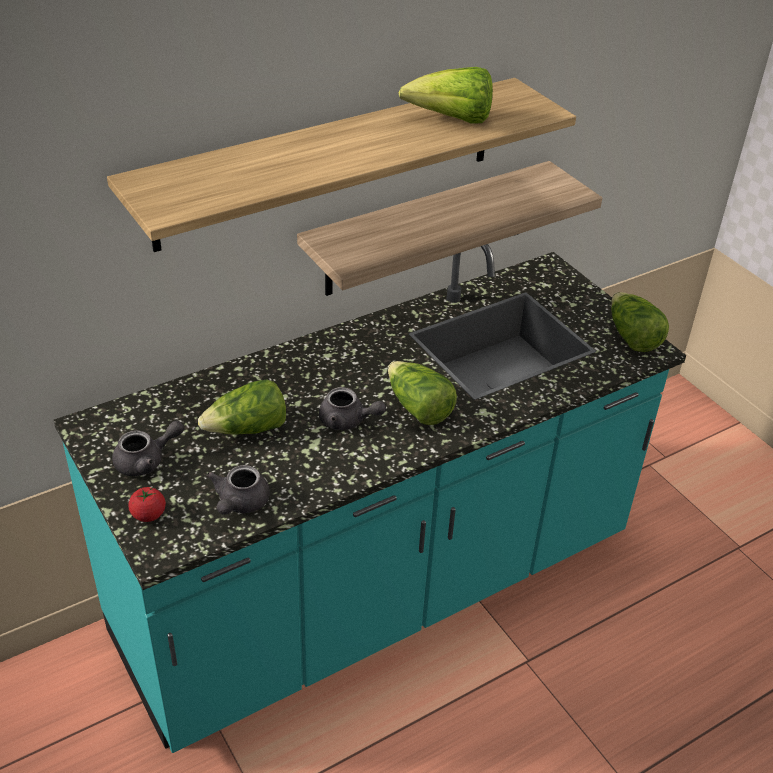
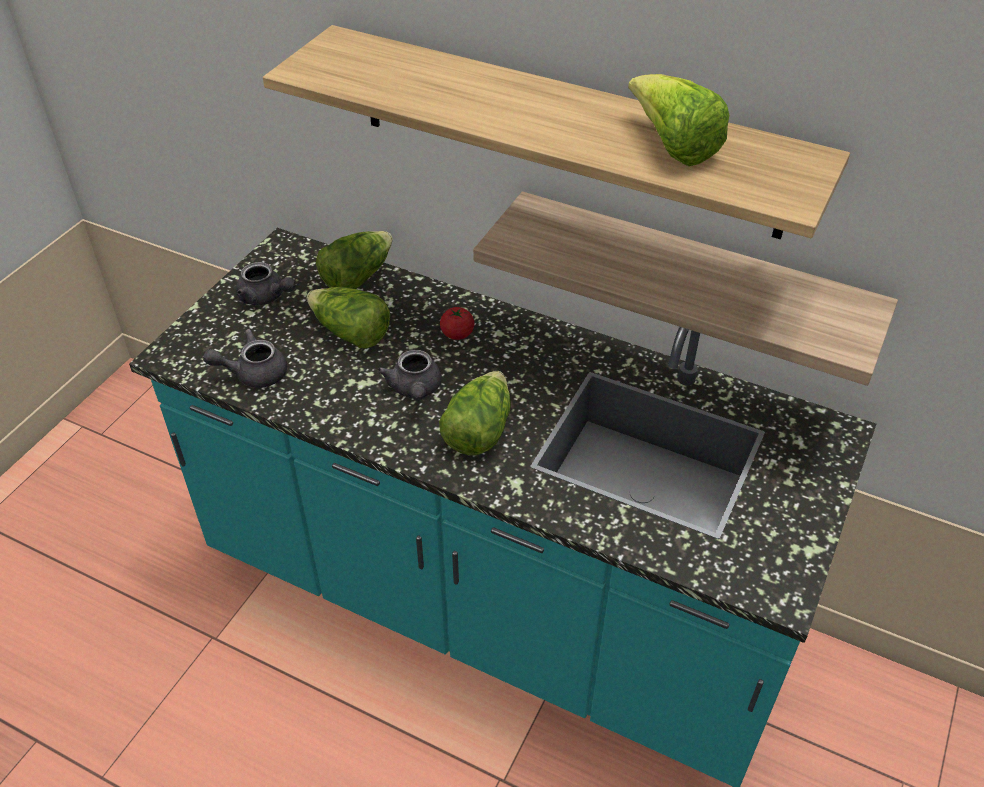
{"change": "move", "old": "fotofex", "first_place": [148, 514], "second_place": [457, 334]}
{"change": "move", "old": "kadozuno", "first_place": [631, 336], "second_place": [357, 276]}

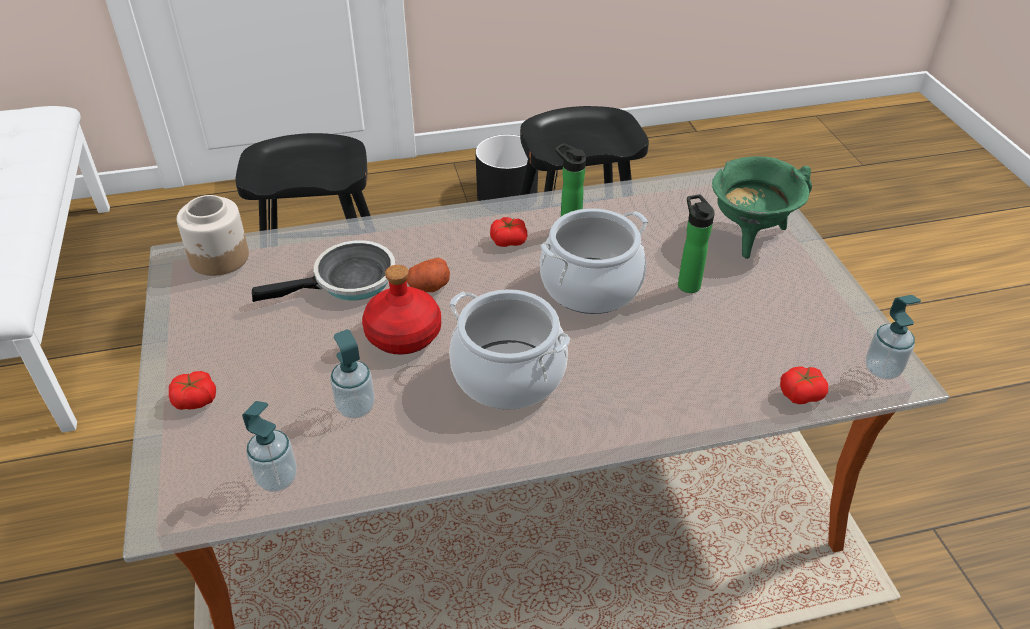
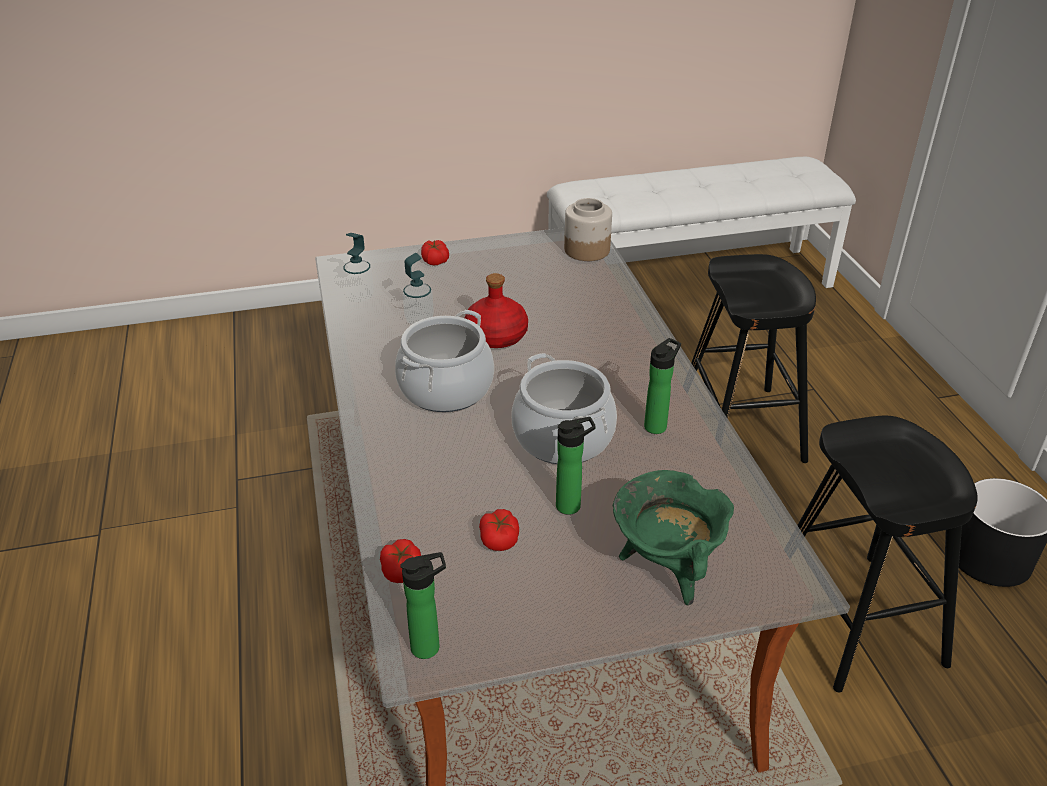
{"change": "delete", "old": "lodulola", "first_place": [348, 282]}
{"change": "delete", "old": "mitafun", "first_place": [429, 287]}
{"change": "move", "old": "fotofex", "first_place": [508, 240], "second_place": [499, 539]}
{"change": "replace", "old": "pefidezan", "new": "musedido", "first_place": [882, 369], "second_place": [430, 646]}

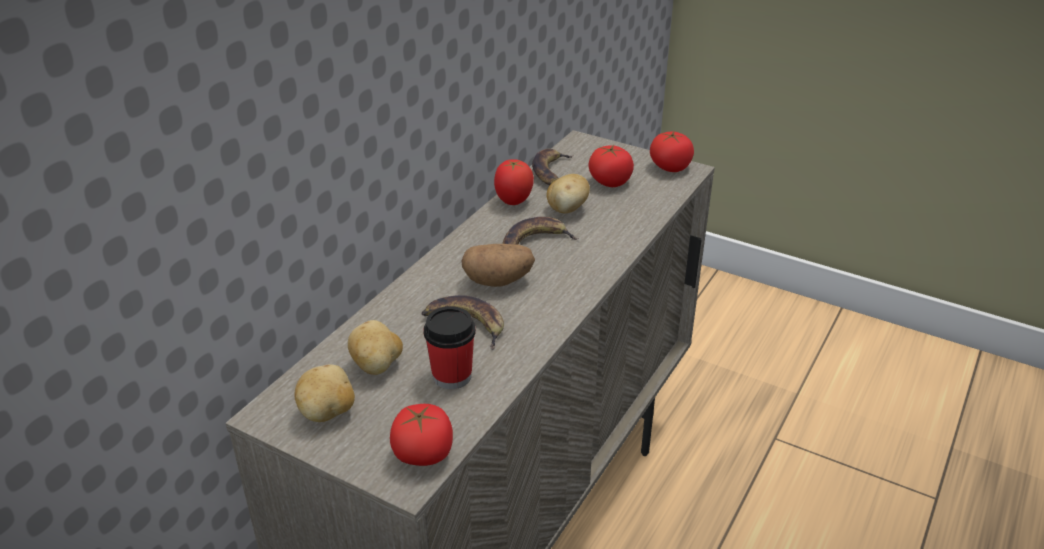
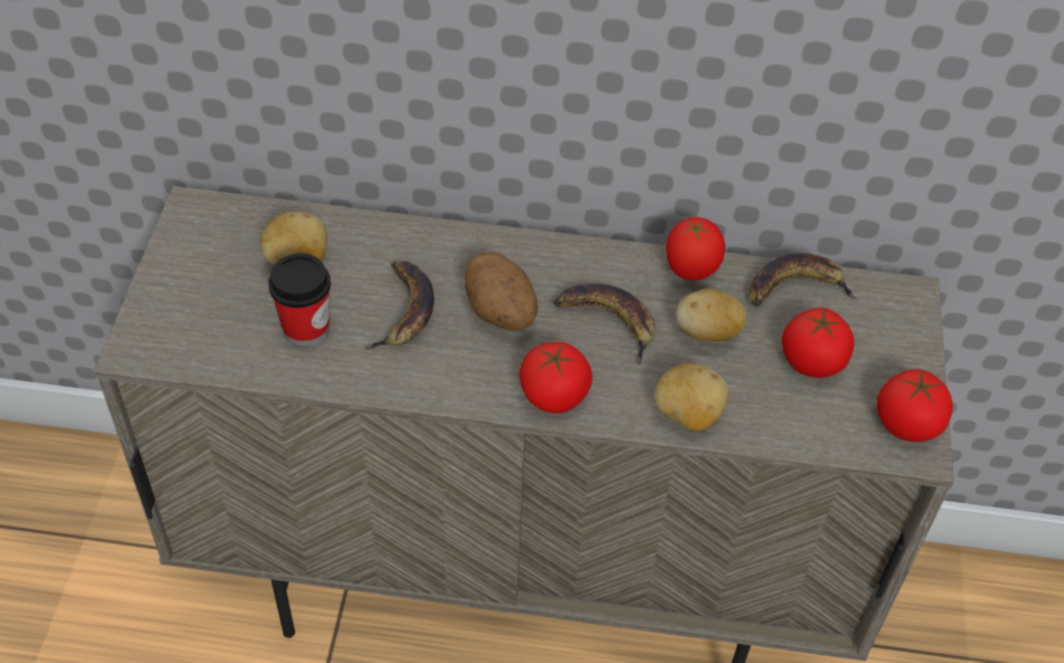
{"change": "move", "old": "mitafun", "first_place": [328, 413], "second_place": [687, 415]}
{"change": "move", "old": "fotofex", "first_place": [423, 454], "second_place": [554, 395]}

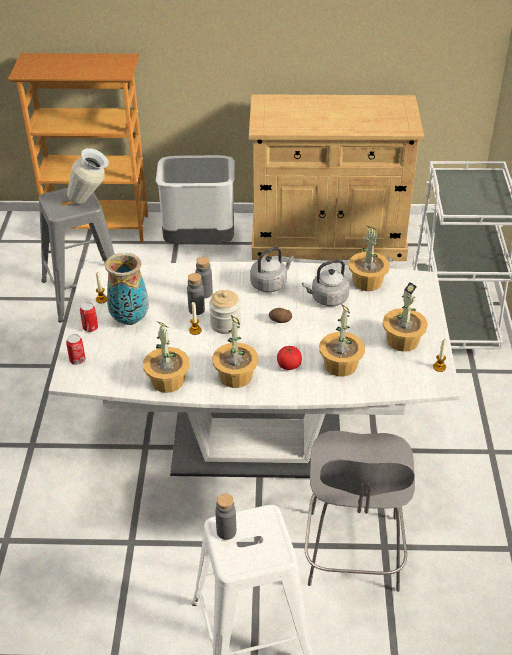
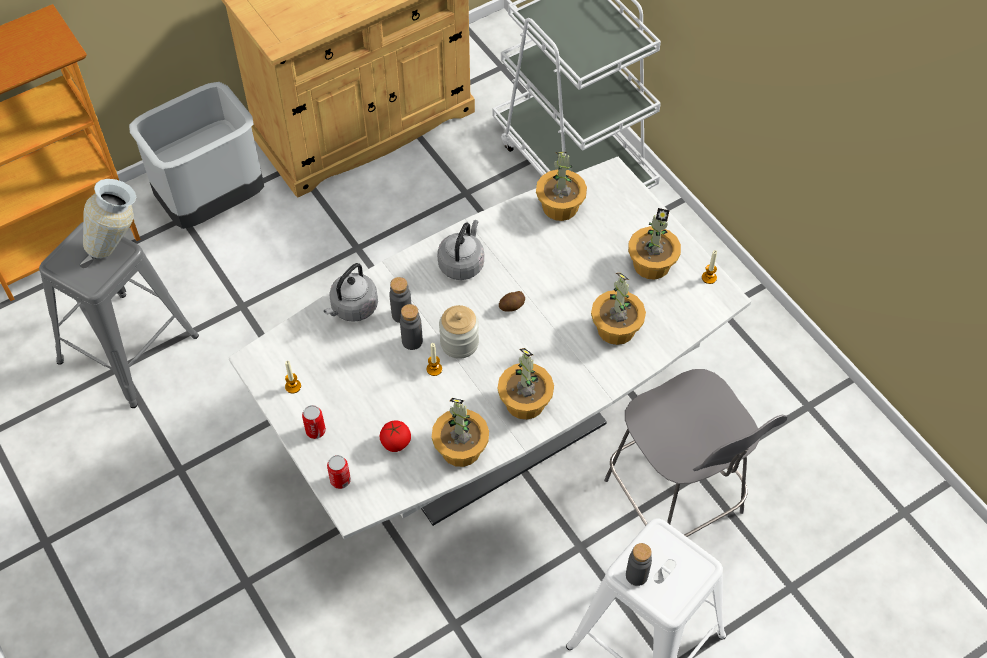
{"change": "delete", "old": "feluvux", "first_place": [129, 319]}
{"change": "move", "old": "fotofex", "first_place": [289, 365], "second_place": [395, 442]}
{"change": "move", "old": "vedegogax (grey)", "first_place": [327, 299], "second_place": [353, 308]}

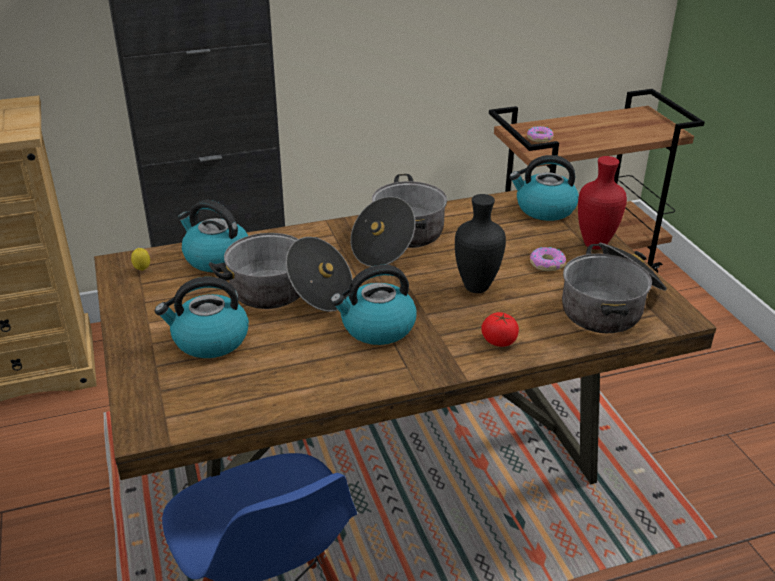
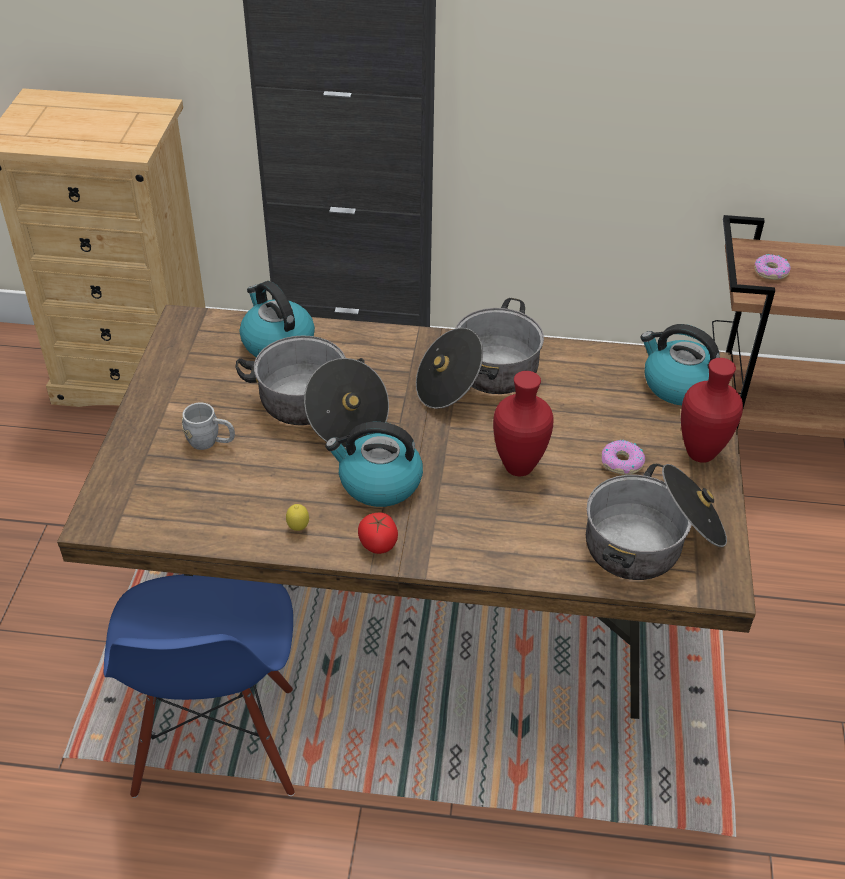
{"change": "move", "old": "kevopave", "first_place": [142, 270], "second_place": [298, 528]}
{"change": "move", "old": "fotofex", "first_place": [499, 341], "second_place": [378, 544]}
{"change": "replace", "old": "vedegogax", "new": "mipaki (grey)", "first_place": [209, 340], "second_place": [210, 442]}
{"change": "recolor", "old": "feluvux (black)", "new": "feluvux (red)", "first_place": [477, 286], "second_place": [520, 466]}

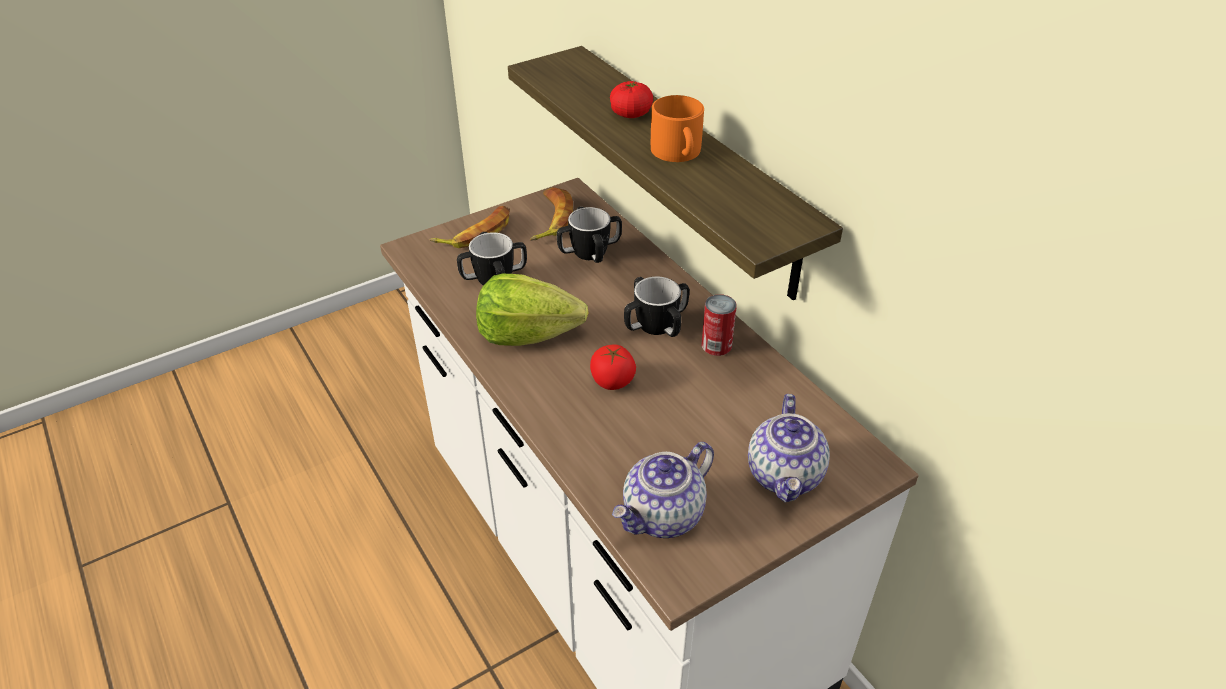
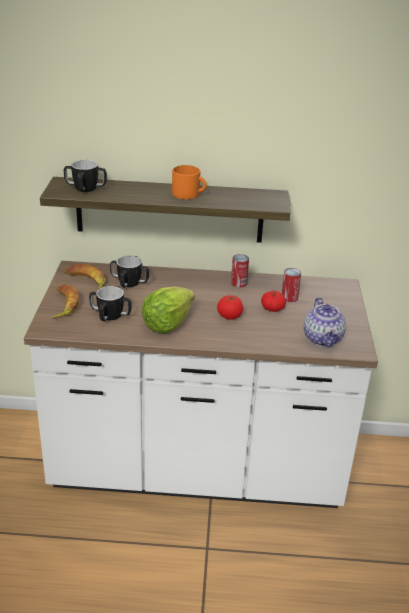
{"change": "delete", "old": "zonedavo", "first_place": [785, 475]}
{"change": "insert", "new": "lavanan", "second_place": [289, 297]}
{"change": "move", "old": "fotofex", "first_place": [631, 114], "second_place": [272, 309]}
{"change": "move", "old": "mipaki", "first_place": [656, 325], "second_place": [86, 188]}

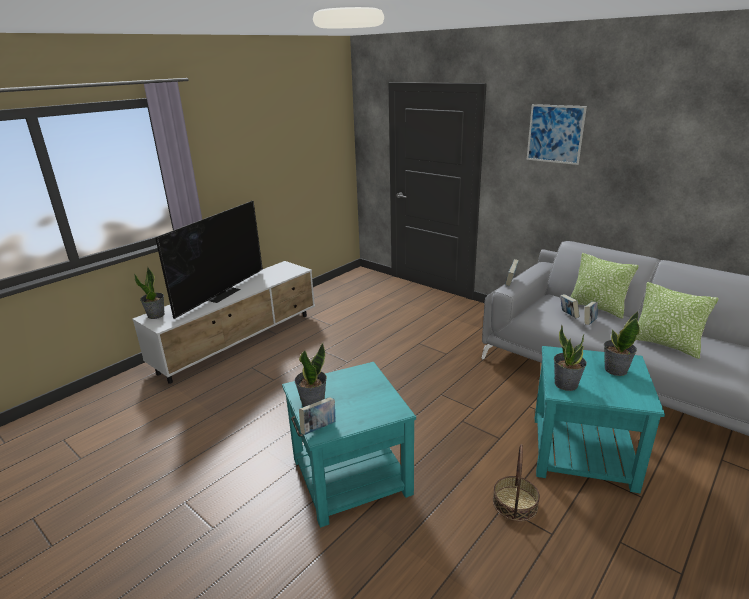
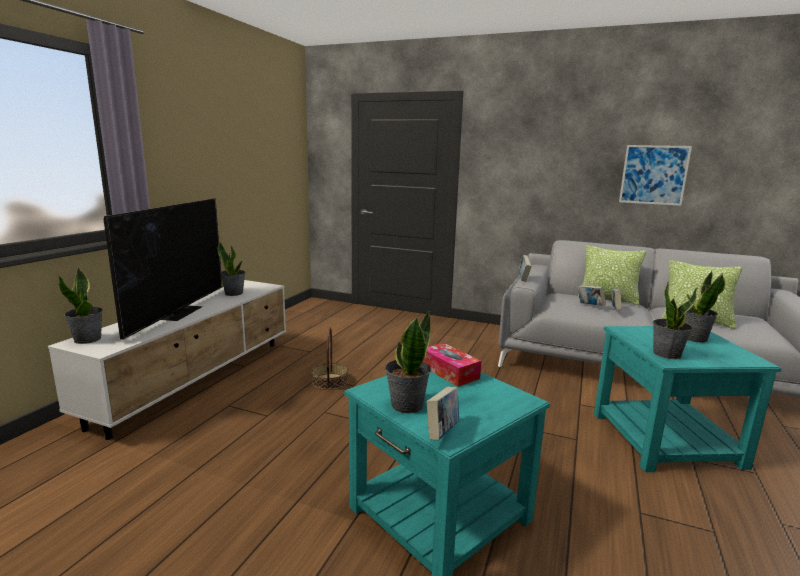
{"change": "insert", "new": "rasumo", "second_place": [234, 293]}
{"change": "insert", "new": "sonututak", "second_place": [449, 372]}
{"change": "move", "old": "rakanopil", "first_place": [515, 503], "second_place": [330, 381]}
{"change": "move", "old": "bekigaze", "first_place": [555, 134], "second_place": [653, 175]}

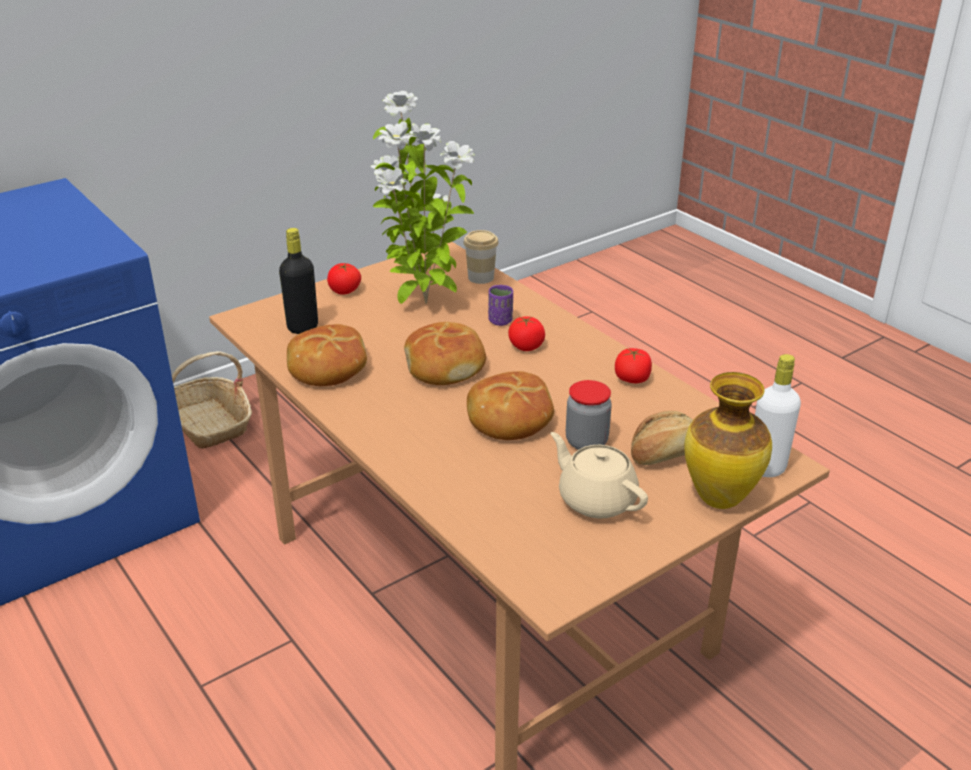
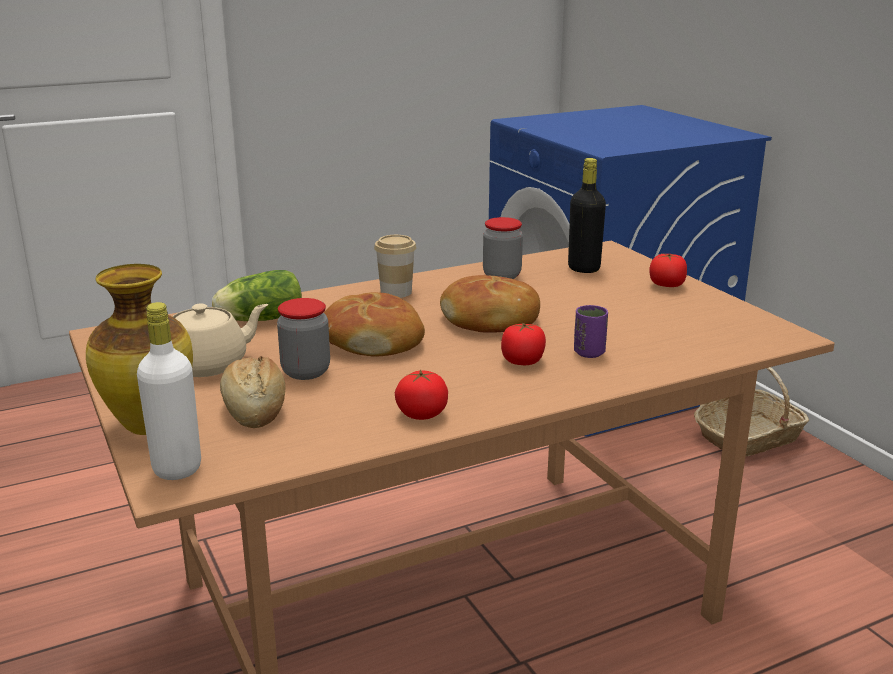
{"change": "delete", "old": "rasumo", "first_place": [423, 304]}
{"change": "insert", "new": "kadozuno", "second_place": [258, 320]}
{"change": "move", "old": "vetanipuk", "first_place": [481, 277], "second_place": [396, 292]}
{"change": "replace", "old": "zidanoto", "new": "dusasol", "first_place": [327, 367], "second_place": [502, 276]}

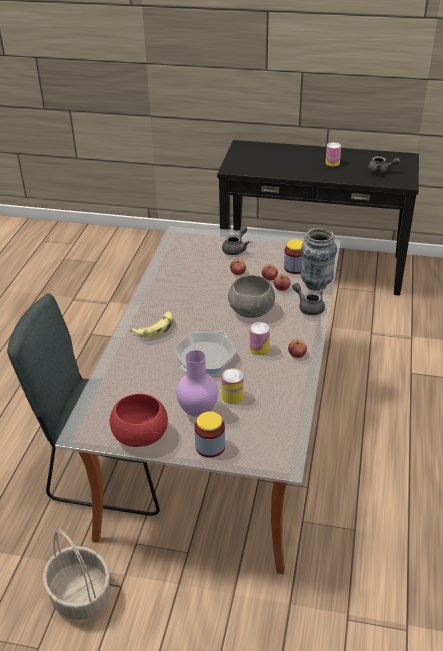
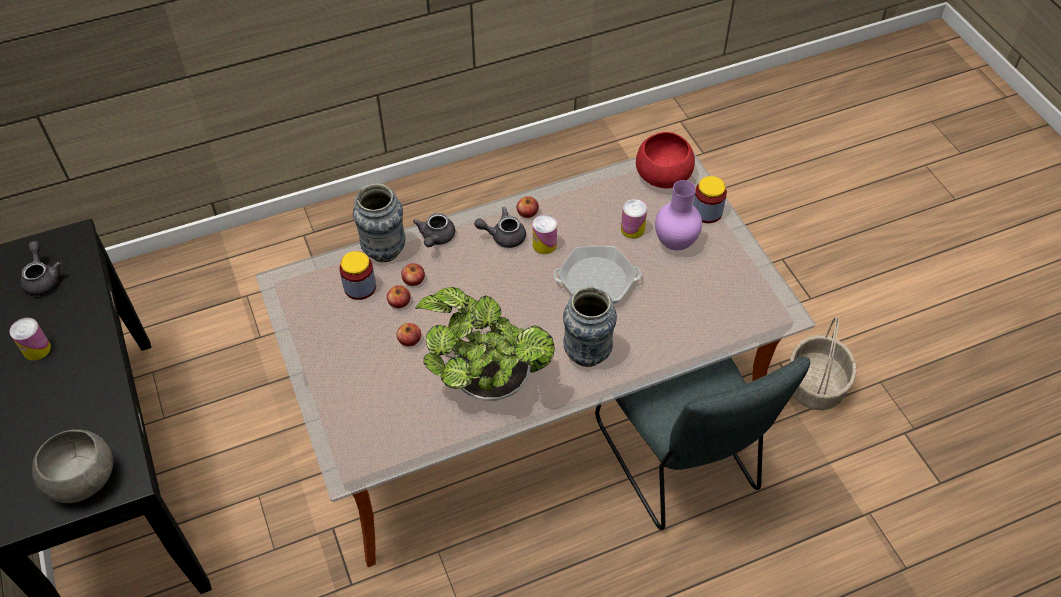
{"change": "insert", "new": "rasumo", "second_place": [486, 381]}
{"change": "move", "old": "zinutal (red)", "first_place": [141, 435], "second_place": [662, 175]}
{"change": "move", "old": "zonedavo (grey)", "first_place": [236, 249], "second_place": [503, 236]}
{"change": "move", "old": "zinutal (grey)", "first_place": [251, 310], "second_place": [83, 478]}
{"change": "replace", "old": "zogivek", "new": "feluvux", "first_place": [155, 328], "second_place": [587, 354]}

